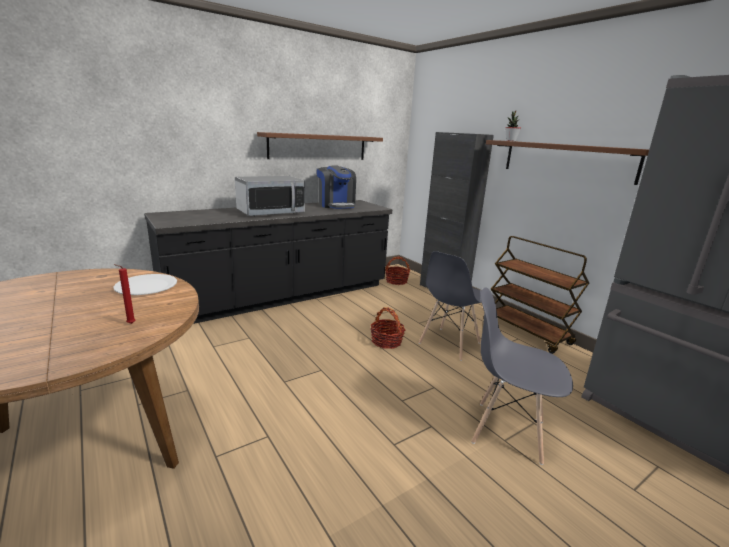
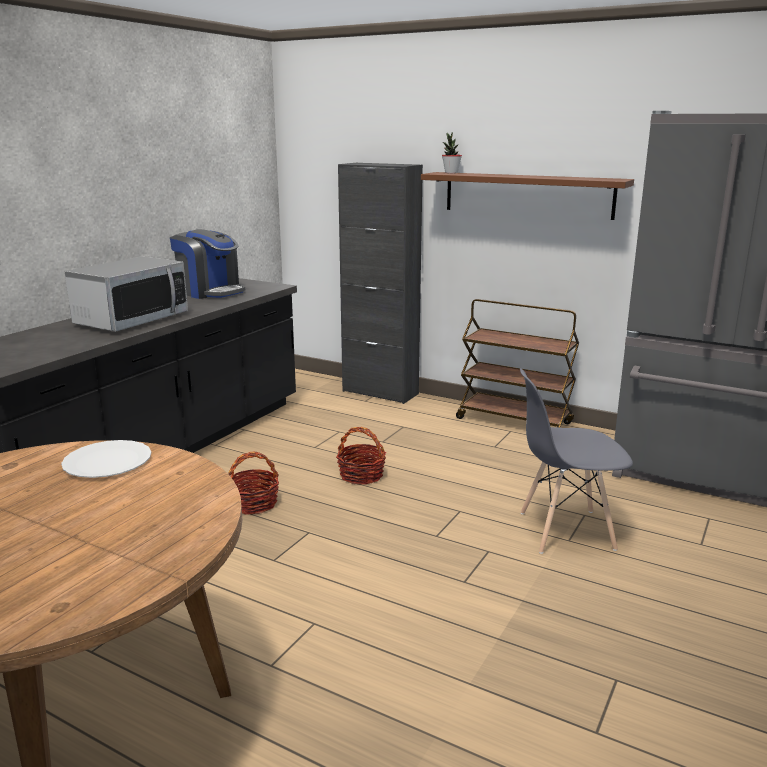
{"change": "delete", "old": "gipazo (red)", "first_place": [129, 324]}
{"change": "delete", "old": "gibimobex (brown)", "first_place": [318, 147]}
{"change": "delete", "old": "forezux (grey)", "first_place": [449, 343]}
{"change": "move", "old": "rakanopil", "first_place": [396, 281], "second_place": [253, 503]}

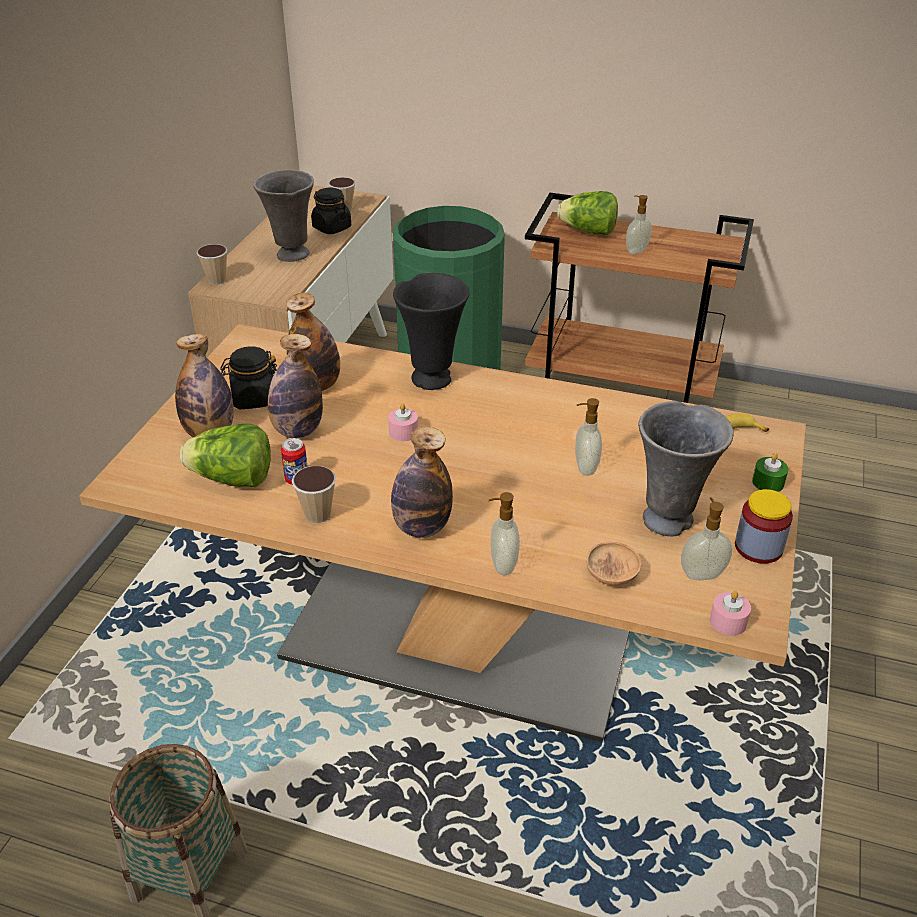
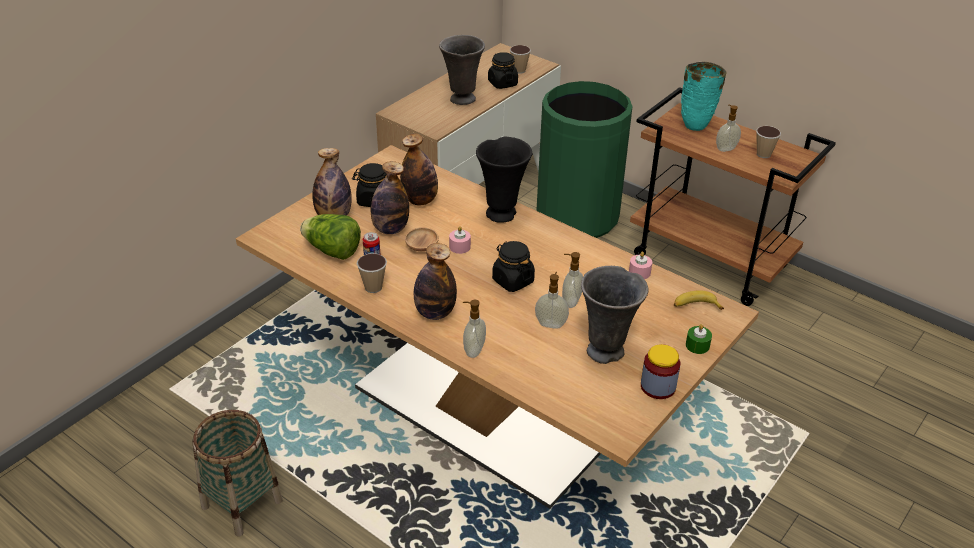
{"change": "insert", "new": "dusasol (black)", "second_place": [512, 280]}
{"change": "move", "old": "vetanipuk", "first_place": [216, 280], "second_place": [763, 154]}
{"change": "move", "old": "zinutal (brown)", "first_place": [612, 574], "second_place": [422, 247]}
{"change": "move", "old": "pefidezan", "first_place": [701, 573], "second_place": [551, 324]}
{"change": "move", "old": "gipazo (pink)", "first_place": [728, 621], "second_place": [639, 272]}
{"change": "replace", "old": "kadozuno", "new": "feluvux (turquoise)", "first_place": [588, 232], "second_place": [697, 125]}

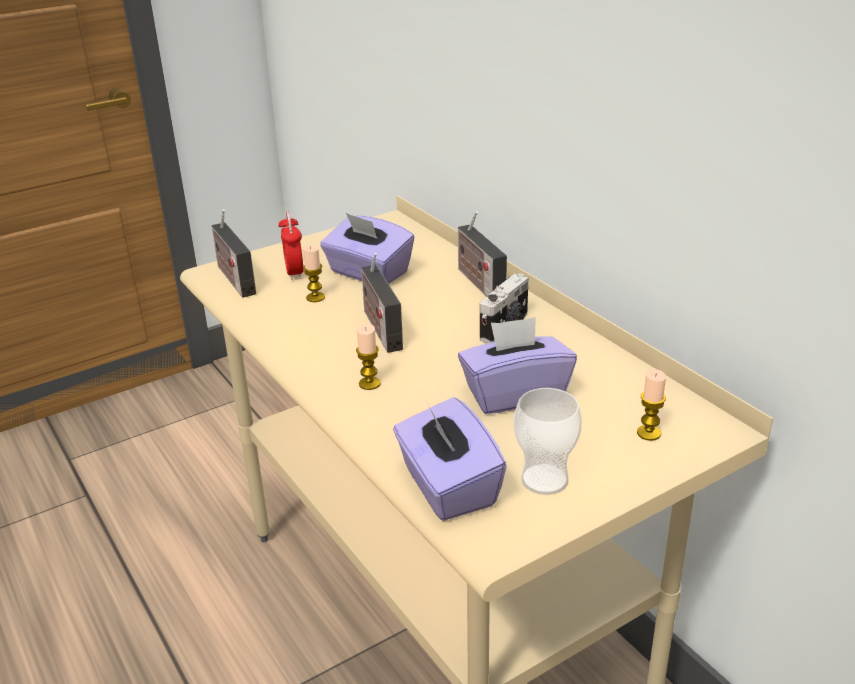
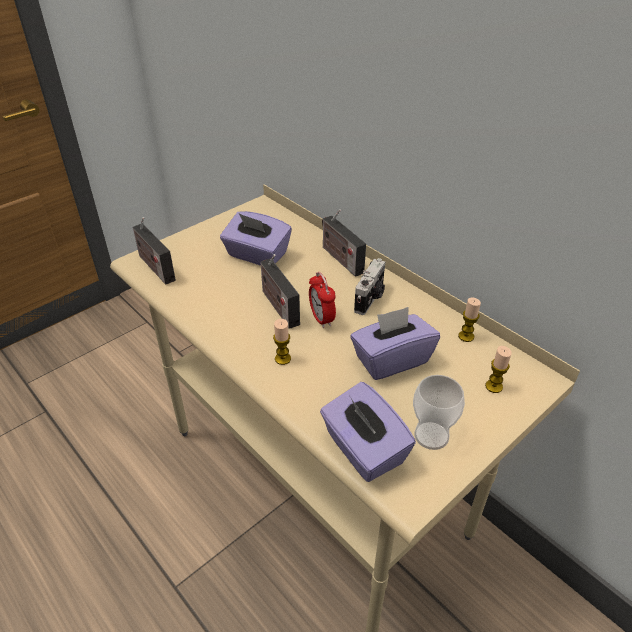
{"change": "move", "old": "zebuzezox", "first_place": [294, 272], "second_place": [321, 319]}
{"change": "move", "old": "gipazo", "first_place": [315, 297], "second_place": [466, 336]}

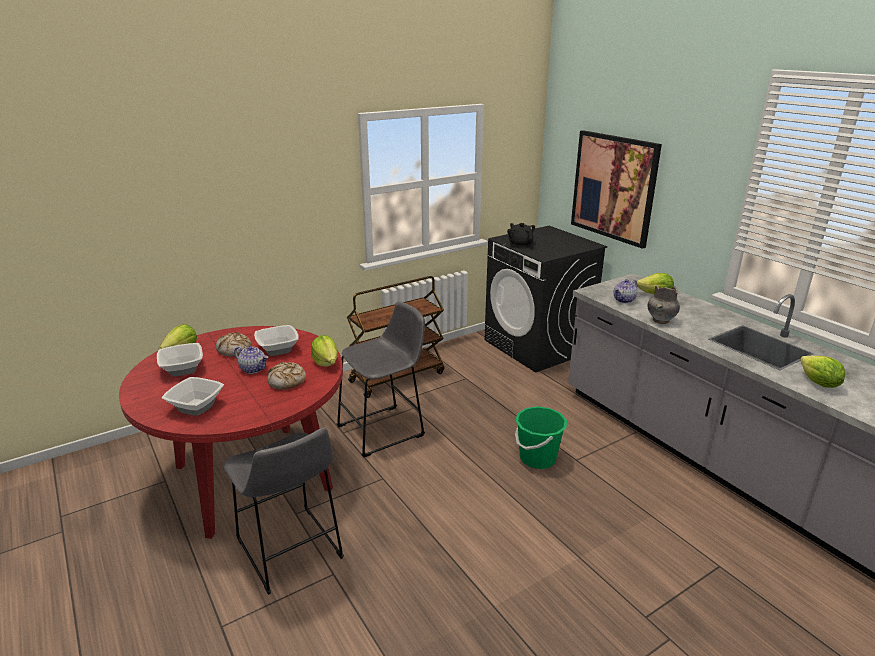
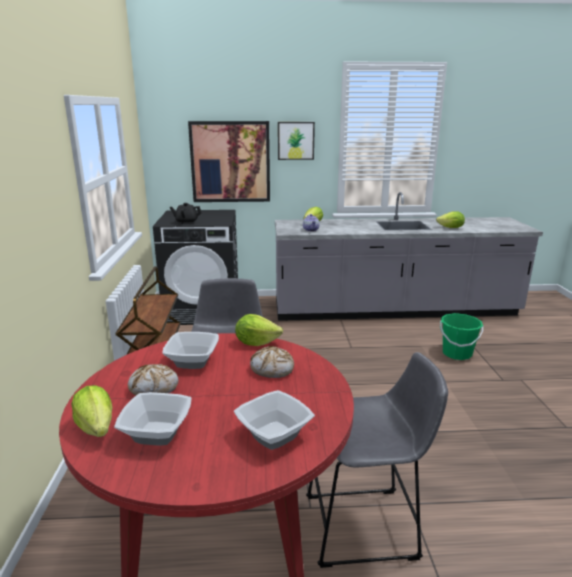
{"change": "delete", "old": "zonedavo", "first_place": [253, 369]}
{"change": "delete", "old": "feluvux (grey)", "first_place": [661, 320]}
{"change": "insert", "new": "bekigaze", "second_place": [295, 140]}
{"change": "move", "old": "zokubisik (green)", "first_place": [537, 458], "second_place": [456, 353]}

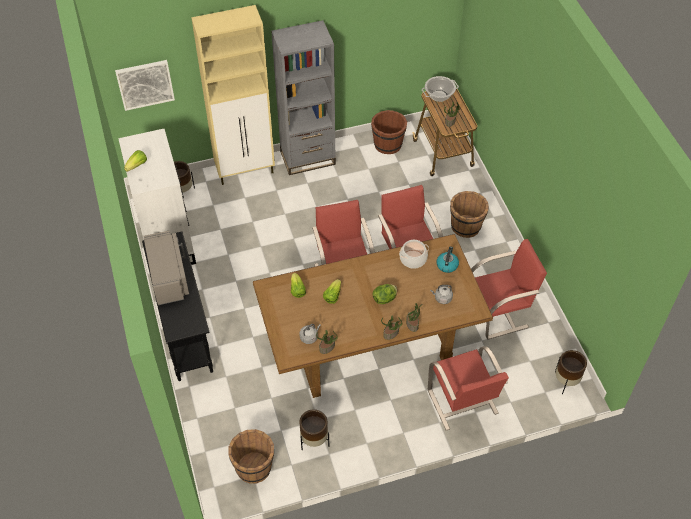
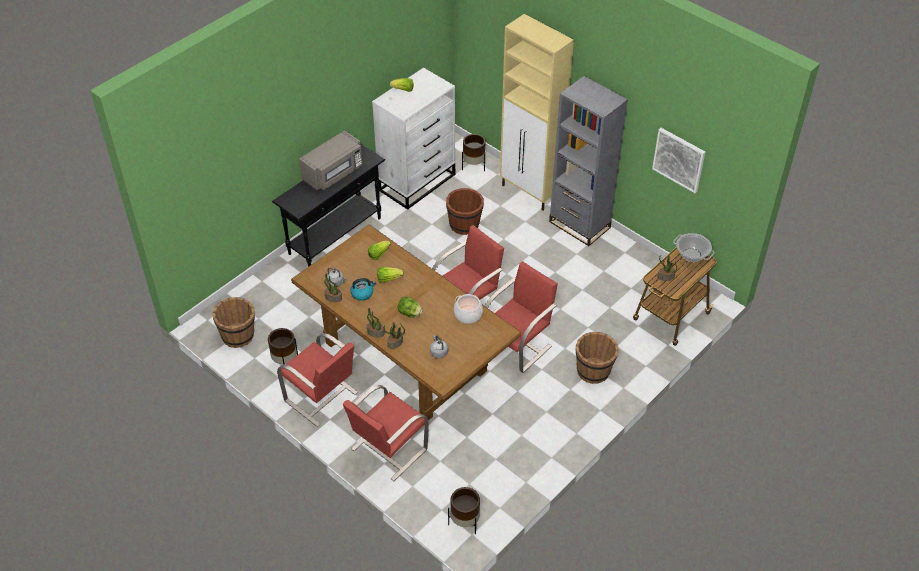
{"change": "move", "old": "bekigaze", "first_place": [145, 84], "second_place": [679, 159]}
{"change": "move", "old": "zokubisik (brown)", "first_place": [388, 144], "second_place": [464, 224]}
{"change": "move", "old": "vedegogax", "first_place": [447, 265], "second_place": [362, 293]}
{"change": "move", "old": "forezux (red)", "first_place": [498, 312], "second_place": [321, 398]}

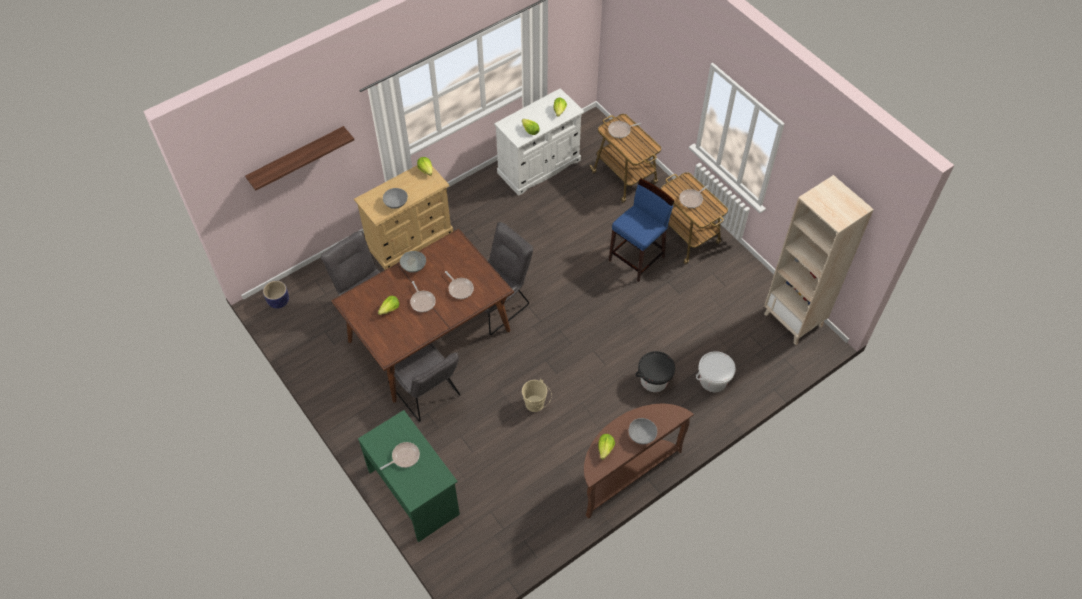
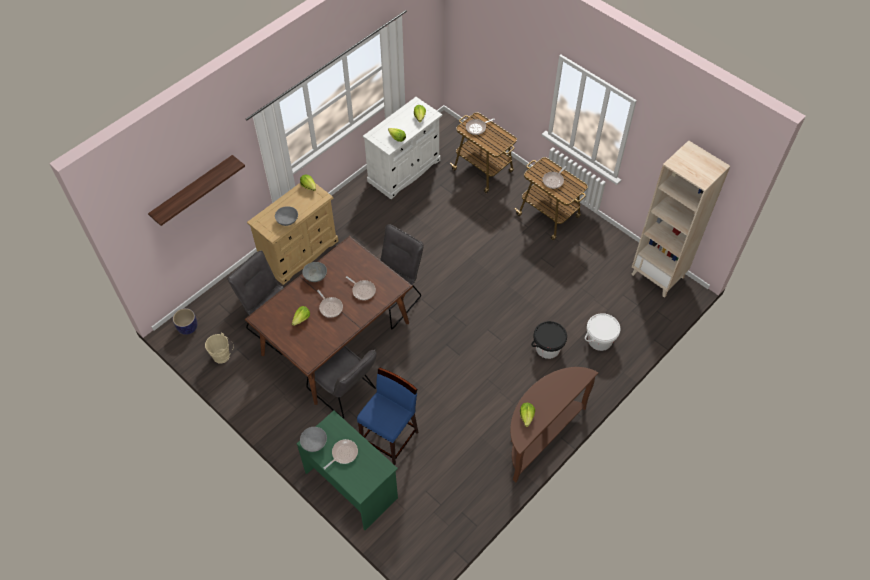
{"change": "move", "old": "zokubisik (beige)", "first_place": [536, 405], "second_place": [223, 357]}
{"change": "move", "old": "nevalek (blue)", "first_place": [637, 259], "second_place": [390, 438]}
{"change": "move", "old": "zinutal (grey)", "first_place": [642, 435], "second_place": [314, 443]}

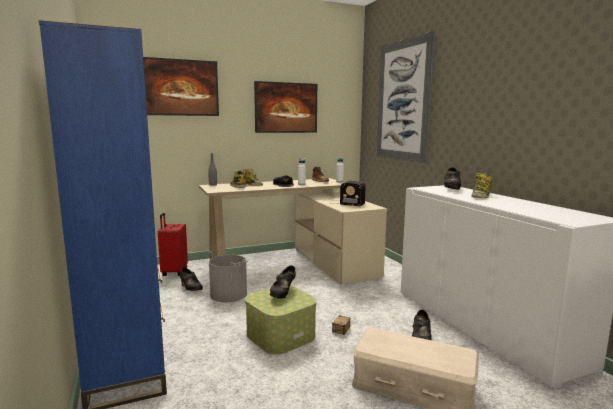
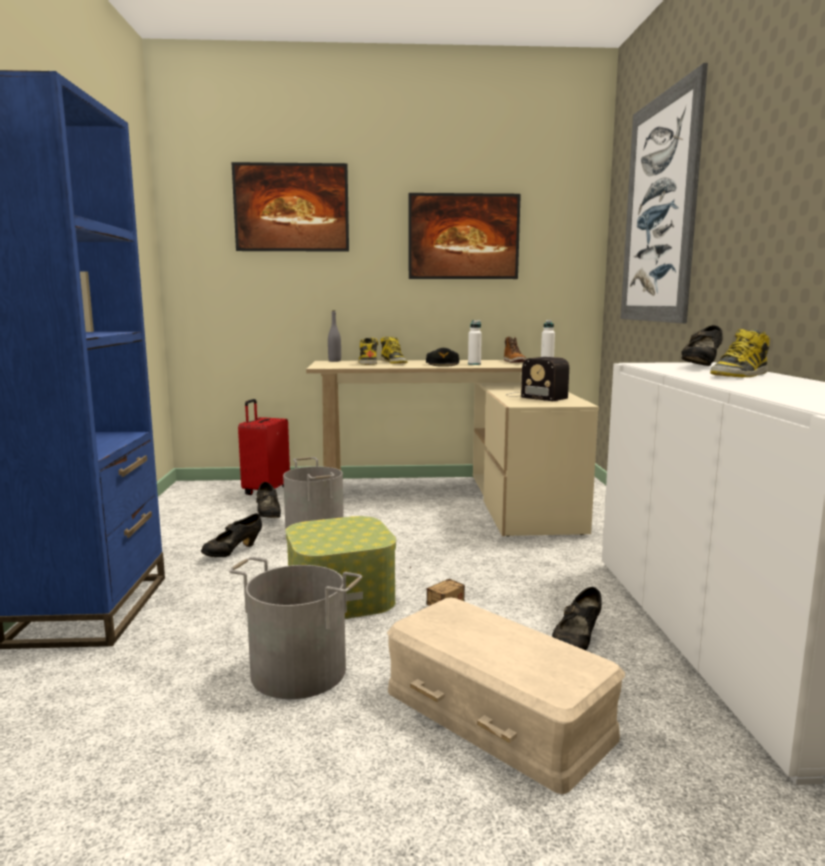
{"change": "insert", "new": "zokubisik (grey)", "second_place": [299, 670]}
{"change": "move", "old": "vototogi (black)", "first_place": [283, 294], "second_place": [233, 552]}

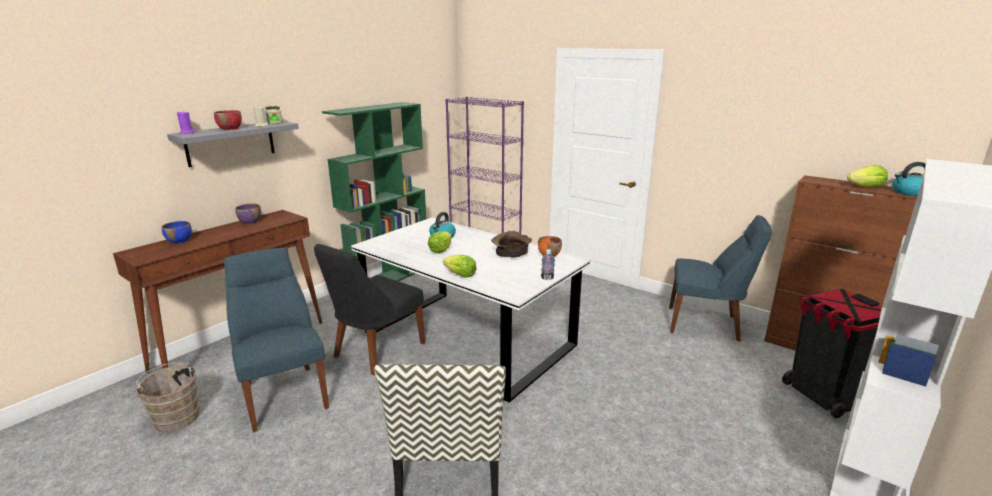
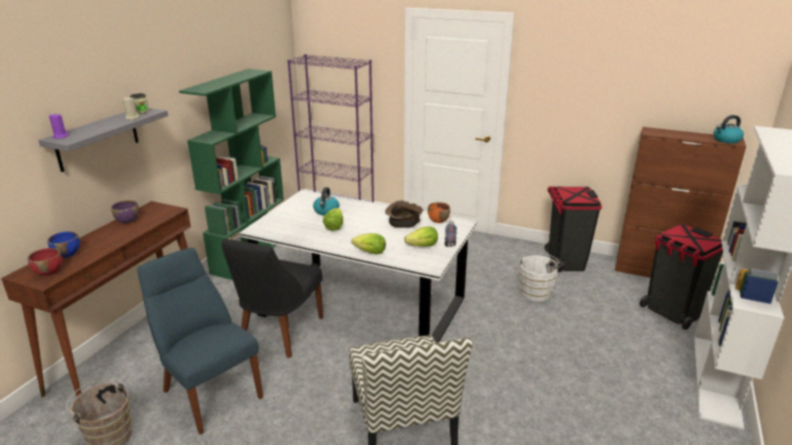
{"change": "insert", "new": "zokubisik (white)", "second_place": [536, 292]}
{"change": "move", "old": "zinutal (red)", "first_place": [230, 128], "second_place": [49, 271]}
{"change": "move", "old": "kadozuno", "first_place": [866, 187], "second_place": [422, 246]}
{"change": "replace", "old": "forezux (blue)", "new": "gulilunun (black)", "first_place": [707, 324], "second_place": [565, 262]}

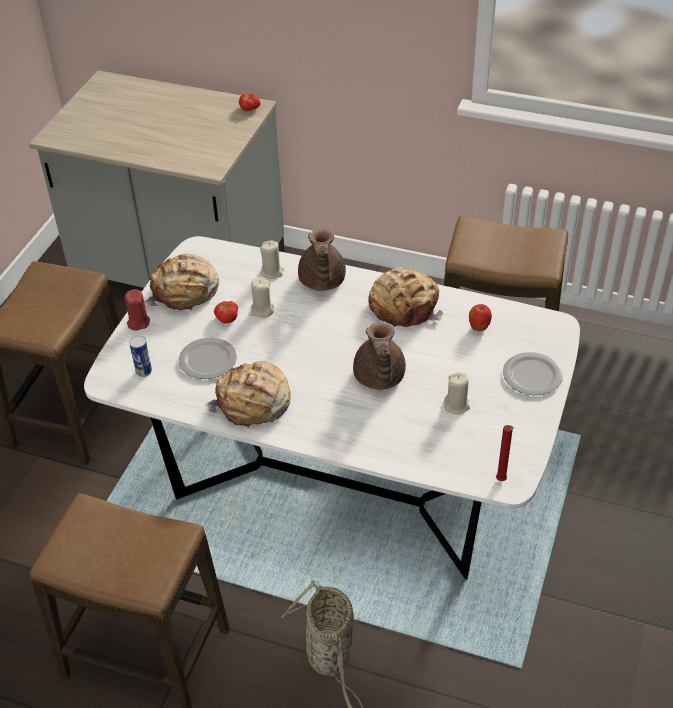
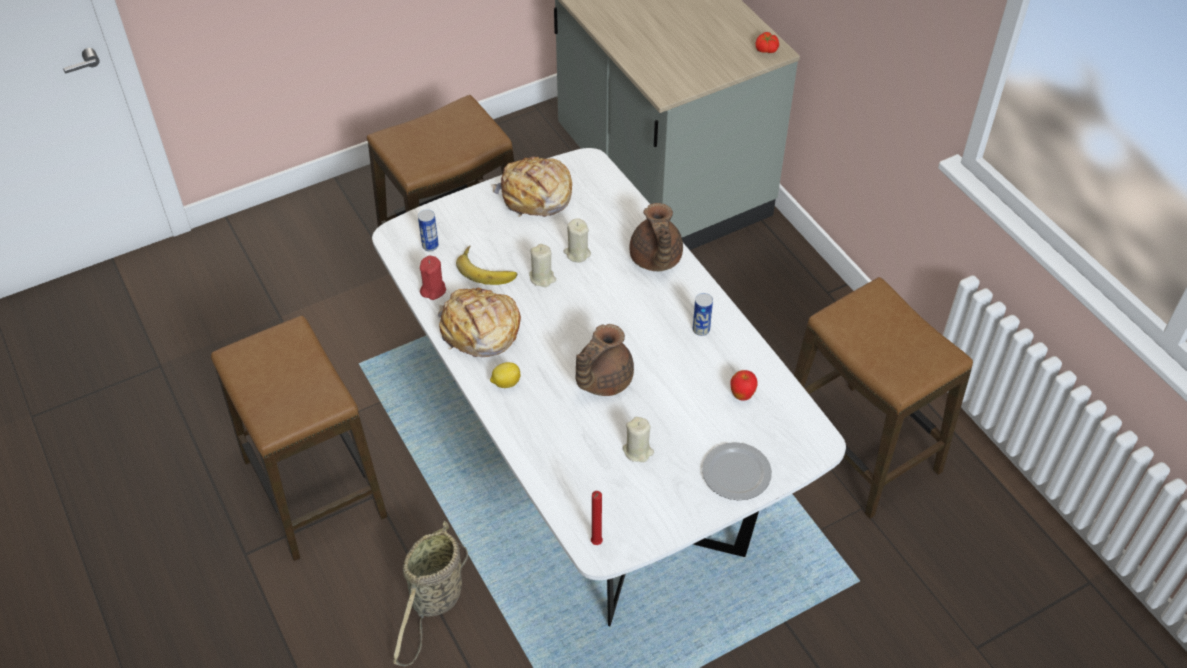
{"change": "delete", "old": "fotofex", "first_place": [226, 318]}
{"change": "insert", "new": "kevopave", "second_place": [505, 383]}
{"change": "move", "old": "gipazo (red)", "first_place": [138, 322], "second_place": [433, 290]}
{"change": "move", "old": "gipazo (beige)", "first_place": [272, 272], "second_place": [542, 278]}
{"change": "replace", "old": "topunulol", "new": "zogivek", "first_place": [208, 359], "second_place": [487, 269]}
{"change": "replace", "old": "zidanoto", "new": "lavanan", "first_place": [404, 306], "second_place": [701, 329]}
{"change": "rotate", "old": "zonedavo (brown)", "first_place": [321, 282], "second_place": [655, 259], "degrees": -45}

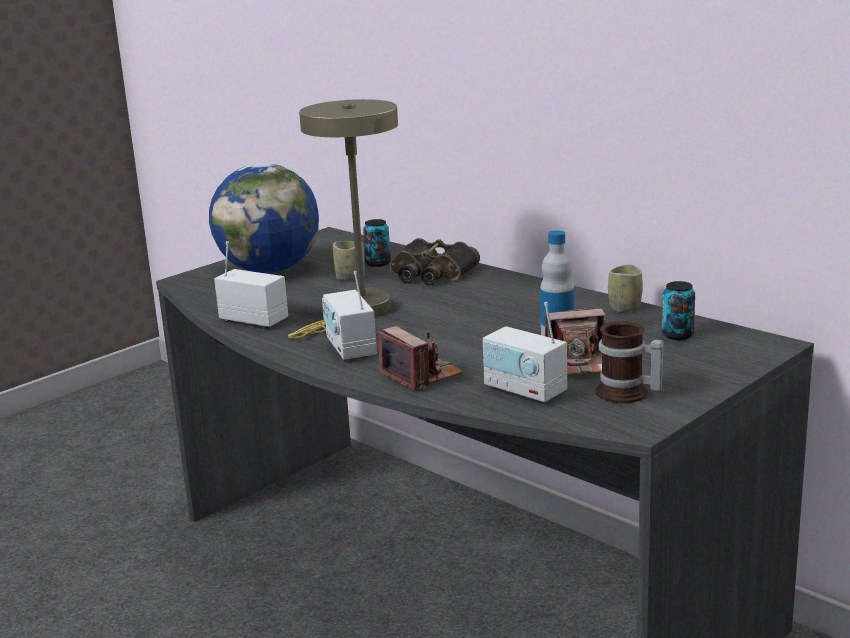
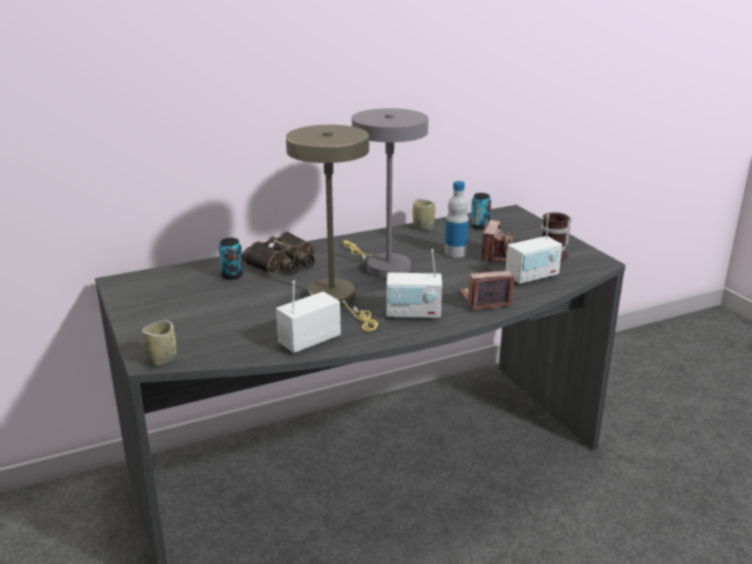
{"change": "delete", "old": "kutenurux", "first_place": [270, 270]}
{"change": "insert", "new": "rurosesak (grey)", "second_place": [382, 266]}
{"change": "move", "old": "vetanipuk", "first_place": [350, 278], "second_place": [162, 360]}

